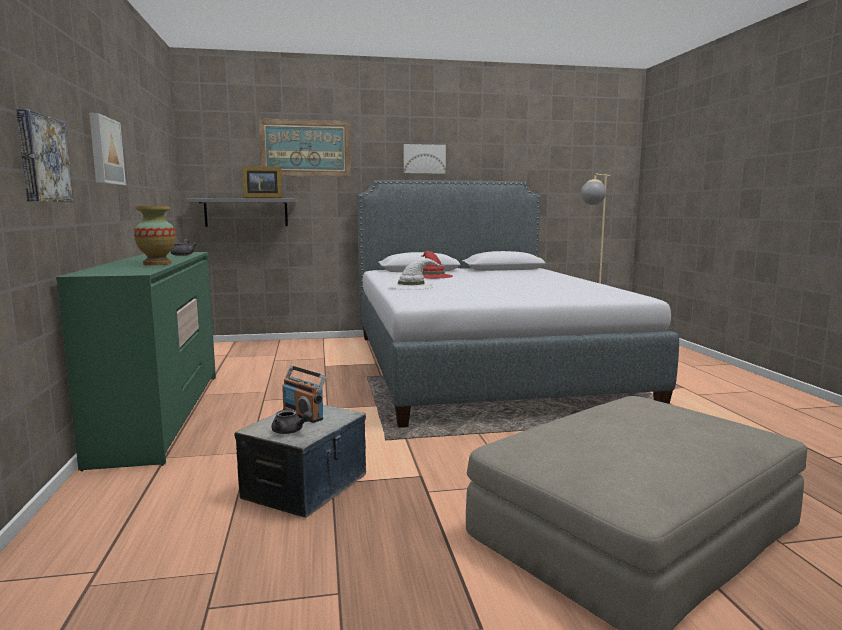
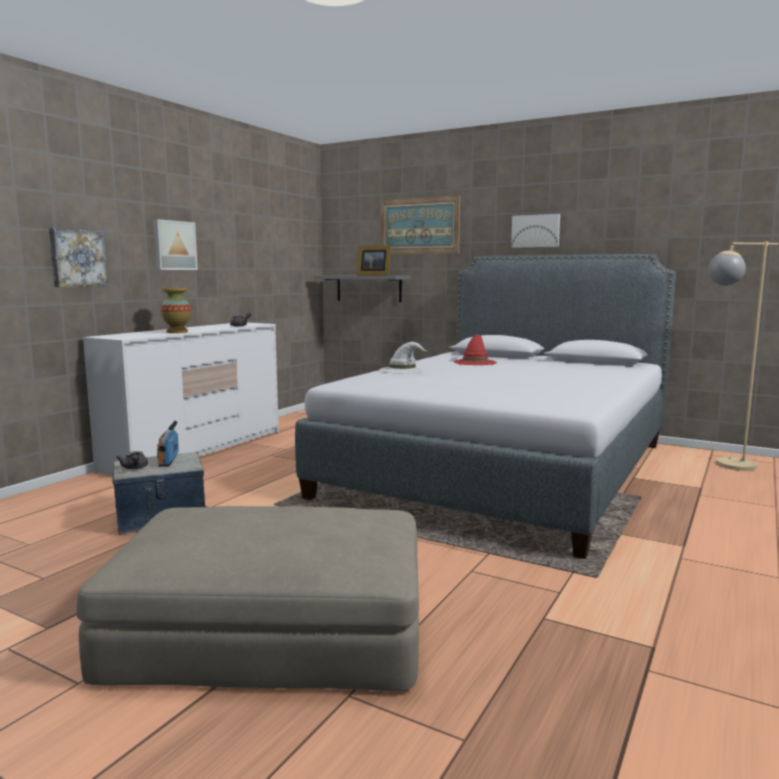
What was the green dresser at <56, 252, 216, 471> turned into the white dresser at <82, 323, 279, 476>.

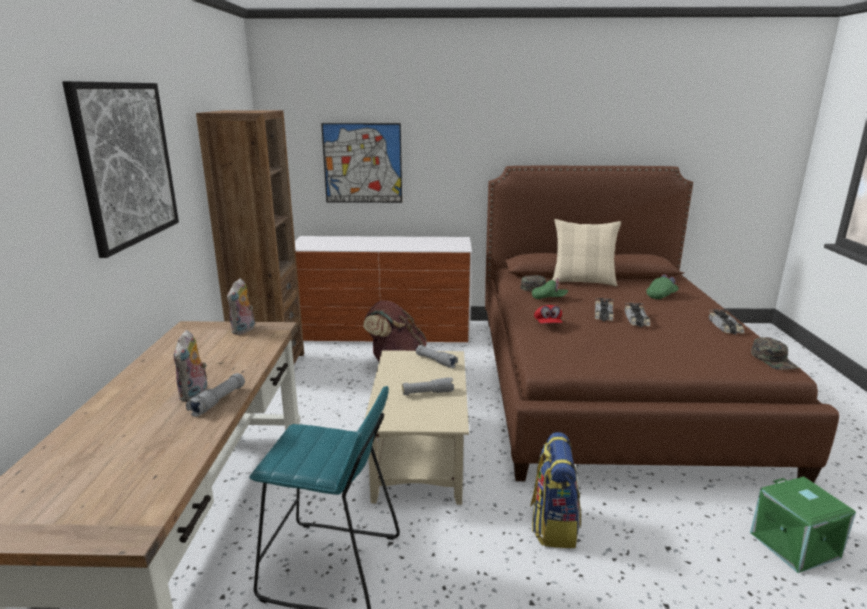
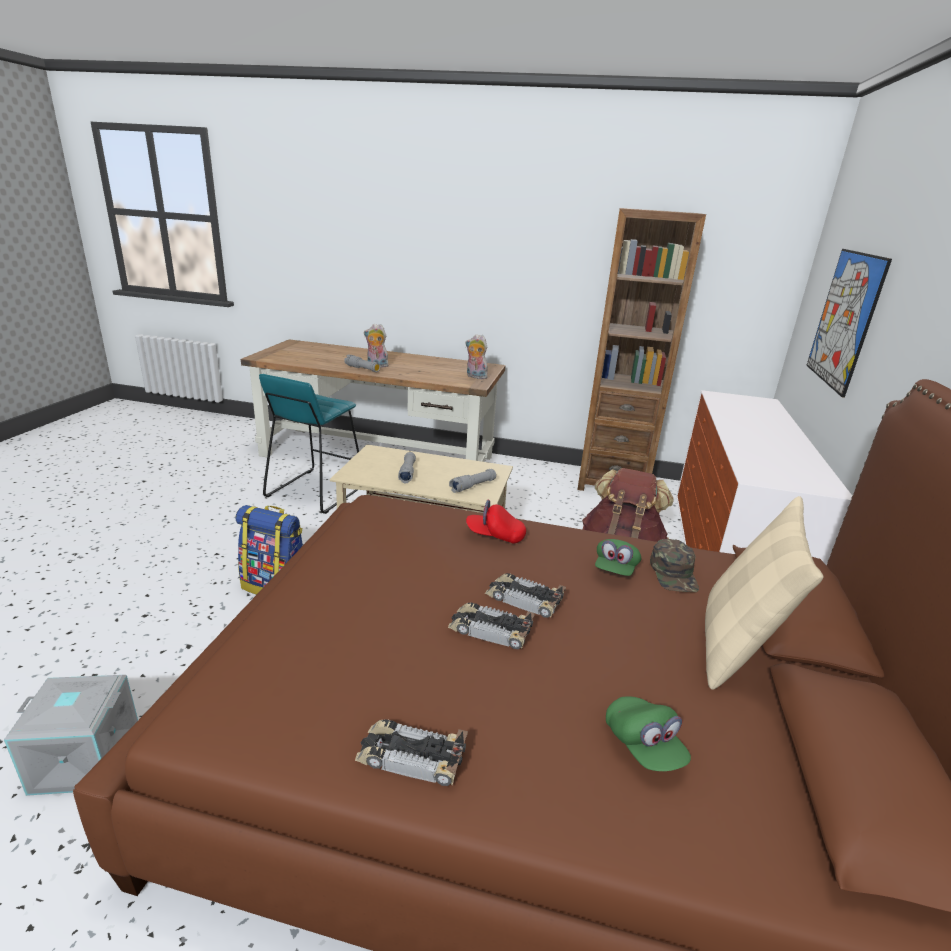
The second view lost the picture at <62, 81, 179, 258>. The second view lost the green cap at <751, 337, 799, 370>. What was the green storage box at <750, 476, 856, 573> turned into the grey storage box at <4, 675, 138, 796>.

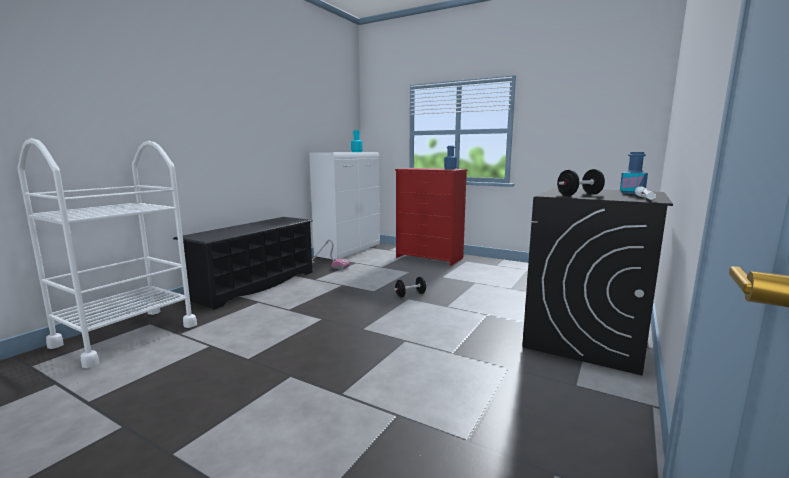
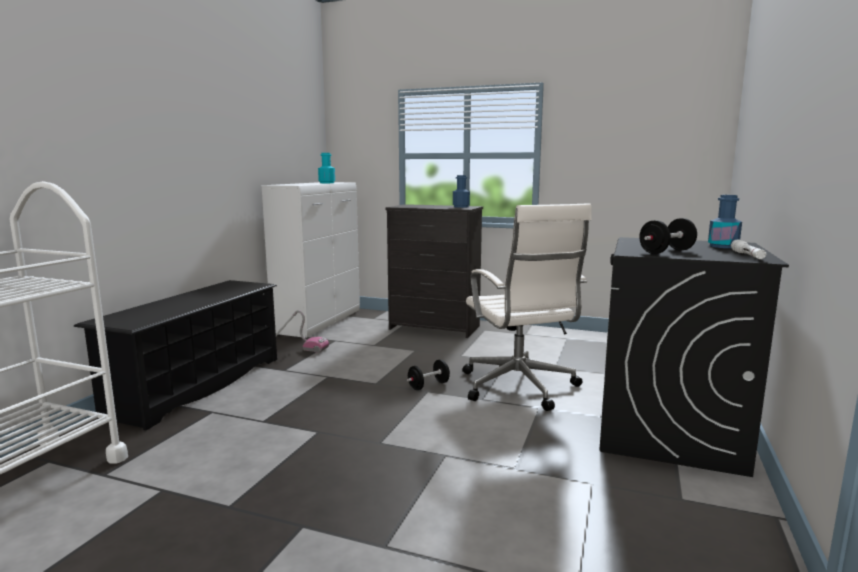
The second view gained the white office chair at <462, 204, 592, 411>. What was the red dresser at <395, 168, 468, 266> turned into the black dresser at <386, 204, 483, 338>.

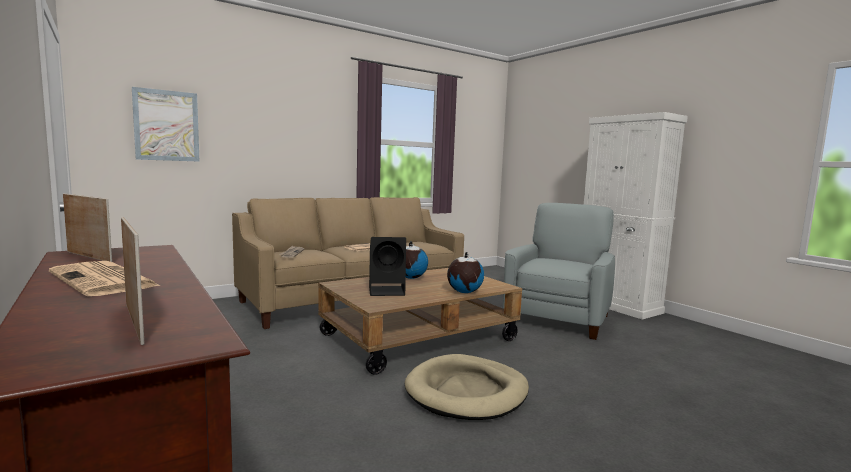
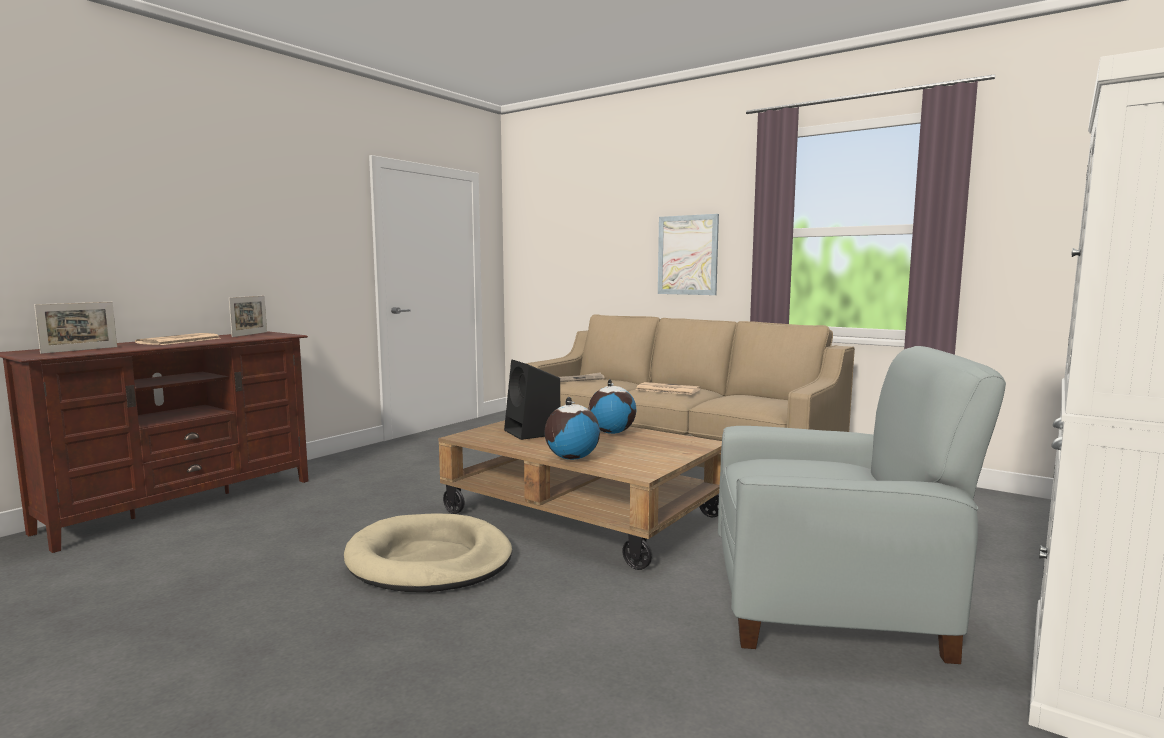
The picture ended up elsewhere, having gone from <132, 87, 200, 162> to <658, 214, 719, 295>.

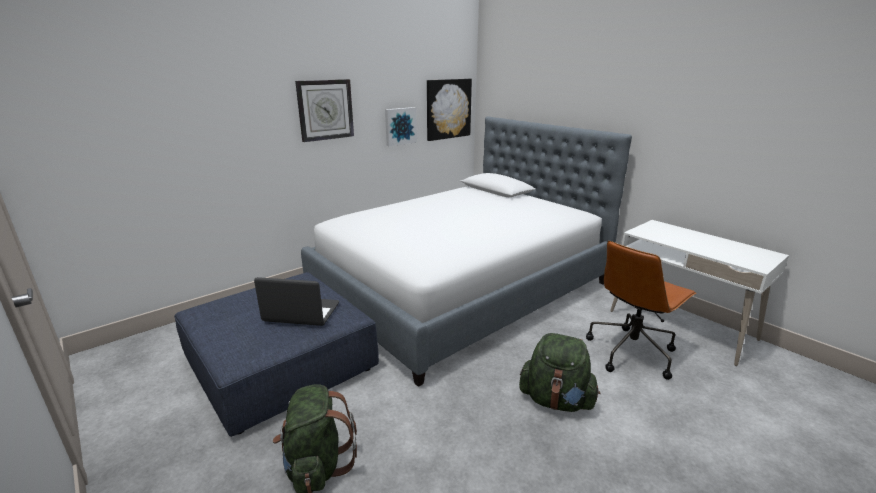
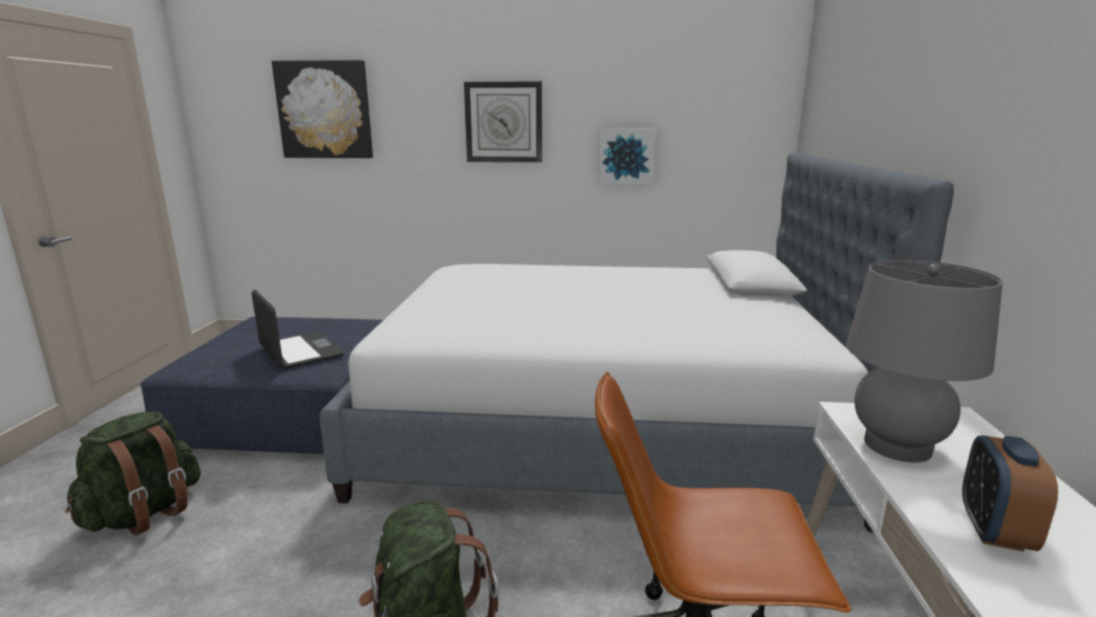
The second view gained the grey table lamp at <846, 260, 1003, 463>. The second view gained the alarm clock at <962, 435, 1058, 551>. The picture ended up elsewhere, having gone from <427, 79, 472, 141> to <272, 60, 373, 158>.

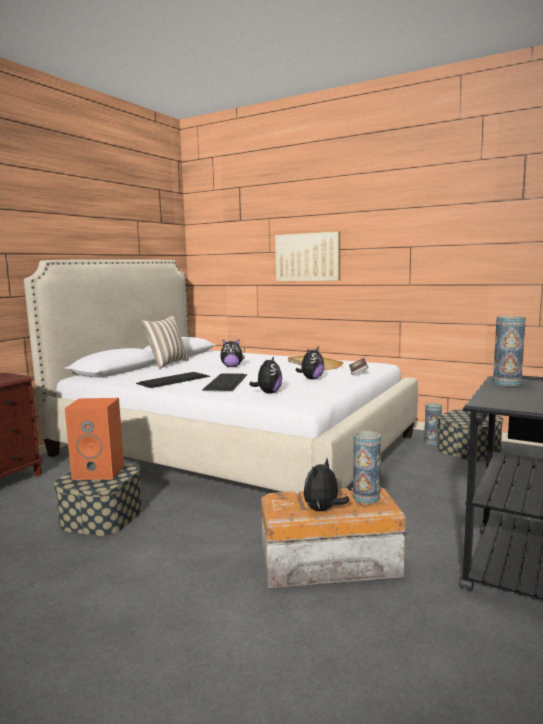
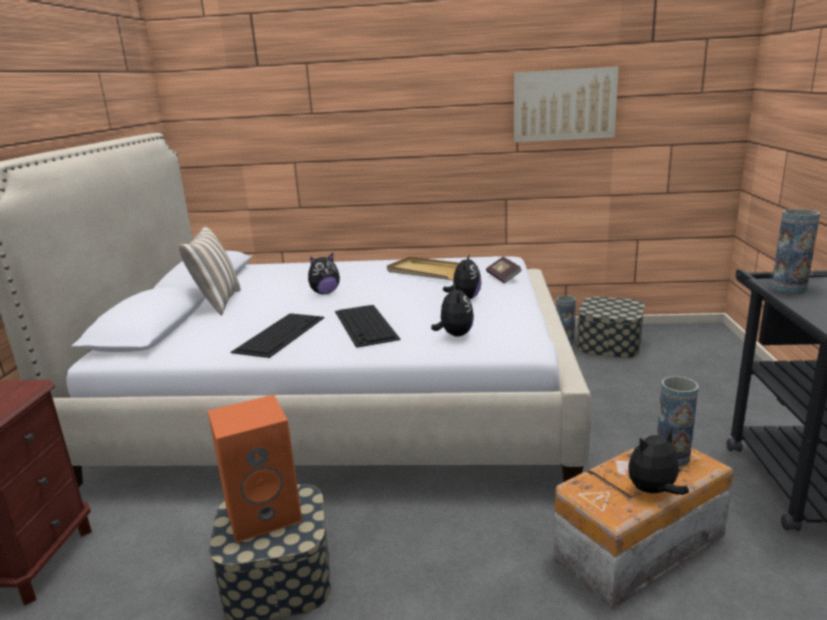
The picture ended up elsewhere, having gone from <275, 231, 340, 281> to <514, 66, 619, 143>. The plush toy at <304, 458, 350, 511> ended up facing another way, 60 degrees clockwise from before.

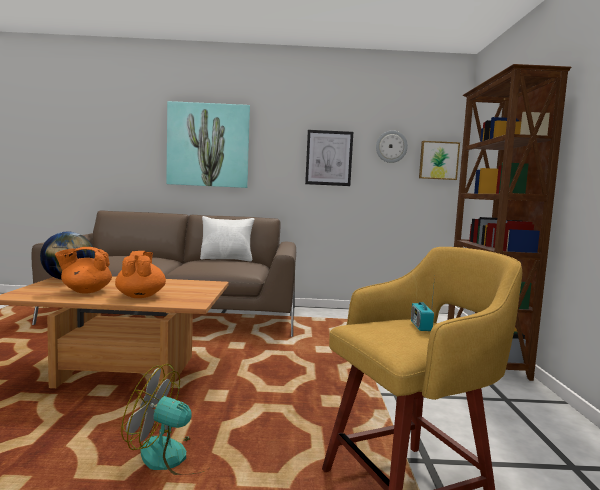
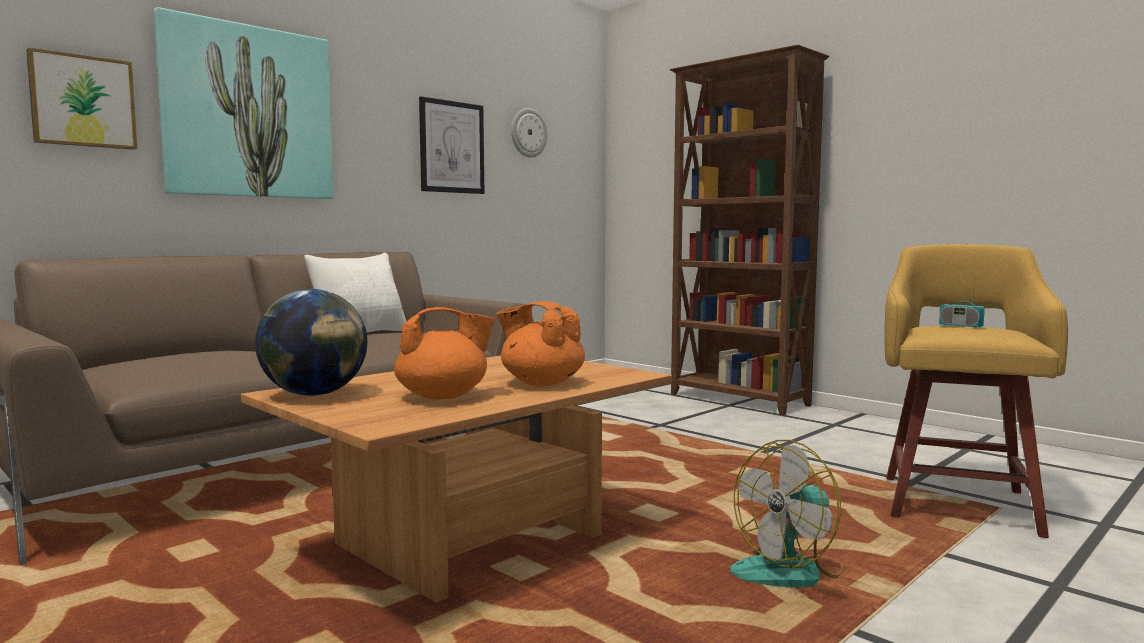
The picture ended up elsewhere, having gone from <419, 141, 460, 180> to <26, 47, 137, 150>. The orange teapot at <55, 247, 112, 294> ended up facing another way, 135 degrees counterclockwise from before.

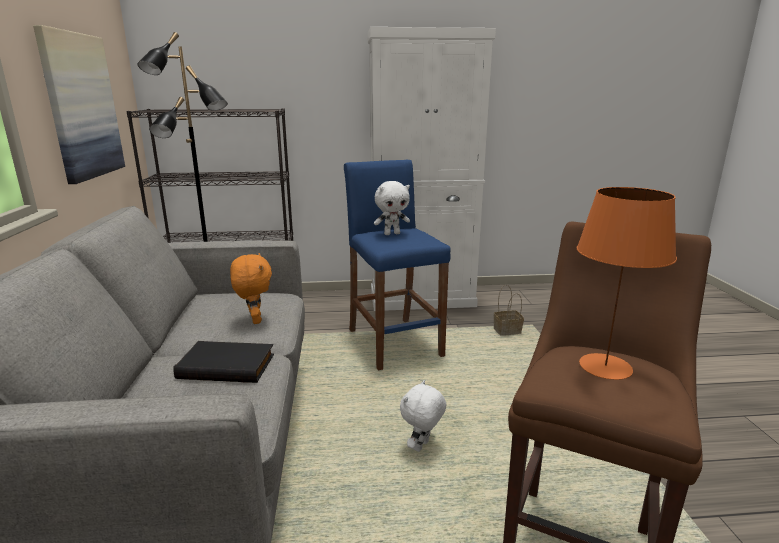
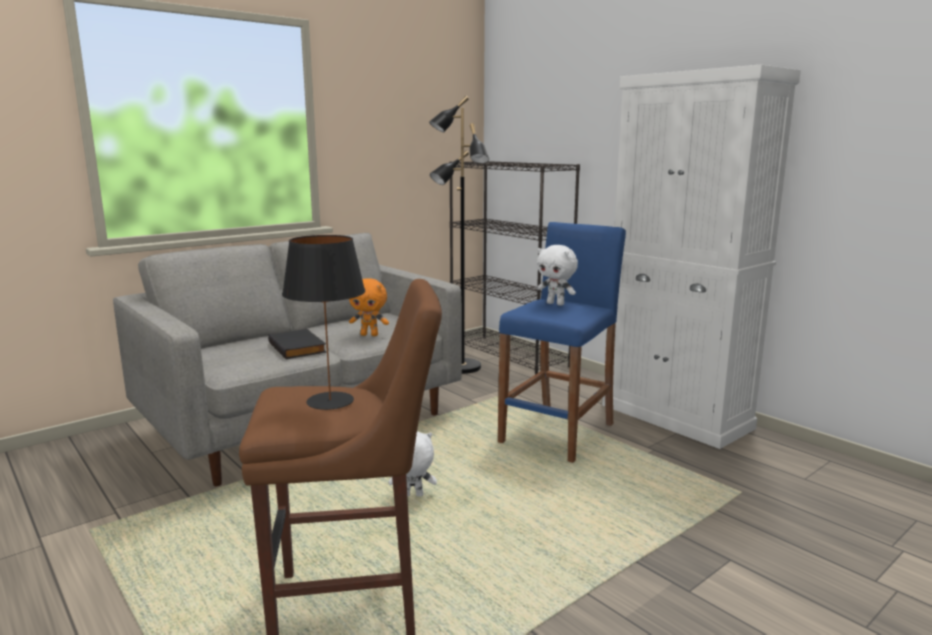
The second view lost the picture at <33, 25, 125, 184>. The second view lost the basket at <494, 284, 524, 336>. What was the orange table lamp at <577, 187, 677, 380> turned into the black table lamp at <282, 235, 365, 410>. The orange plush toy at <230, 253, 272, 324> ended up facing another way, 60 degrees clockwise from before.

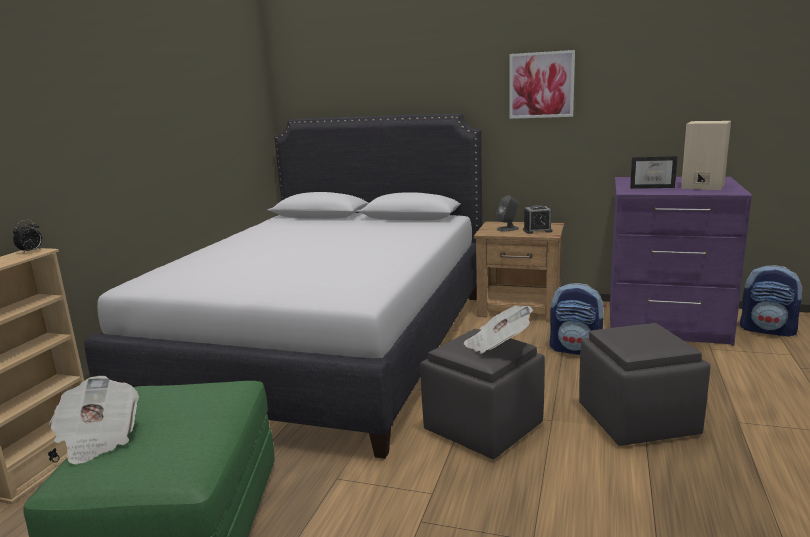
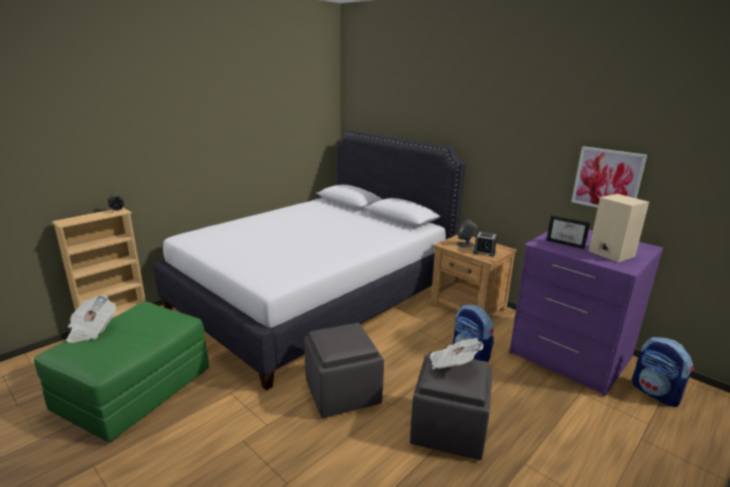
The newspaper ended up elsewhere, having gone from <464, 306, 533, 354> to <430, 338, 483, 369>. The picture ended up elsewhere, having gone from <509, 50, 575, 119> to <571, 146, 647, 208>.

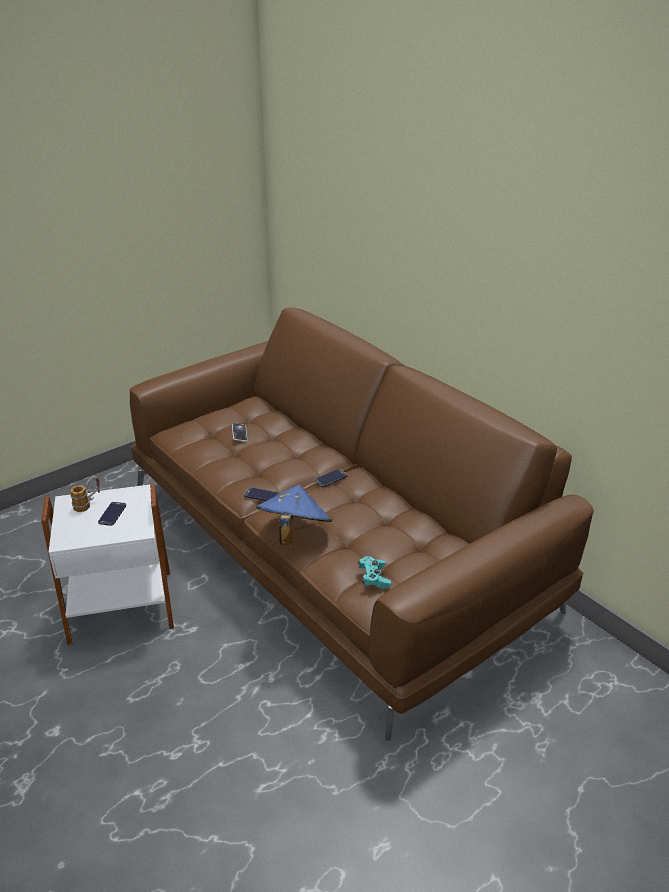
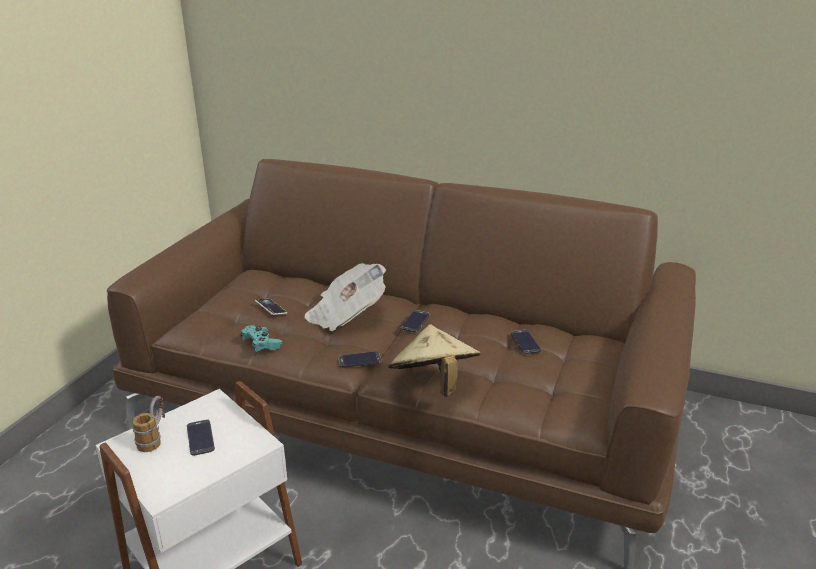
The second view gained the newspaper at <305, 263, 386, 331>. The second view gained the phone at <511, 330, 541, 354>. The turquoise game controller ended up elsewhere, having gone from <358, 556, 391, 589> to <240, 325, 282, 352>. What was the blue hat at <256, 485, 332, 545> turned into the beige hat at <388, 324, 481, 397>.

